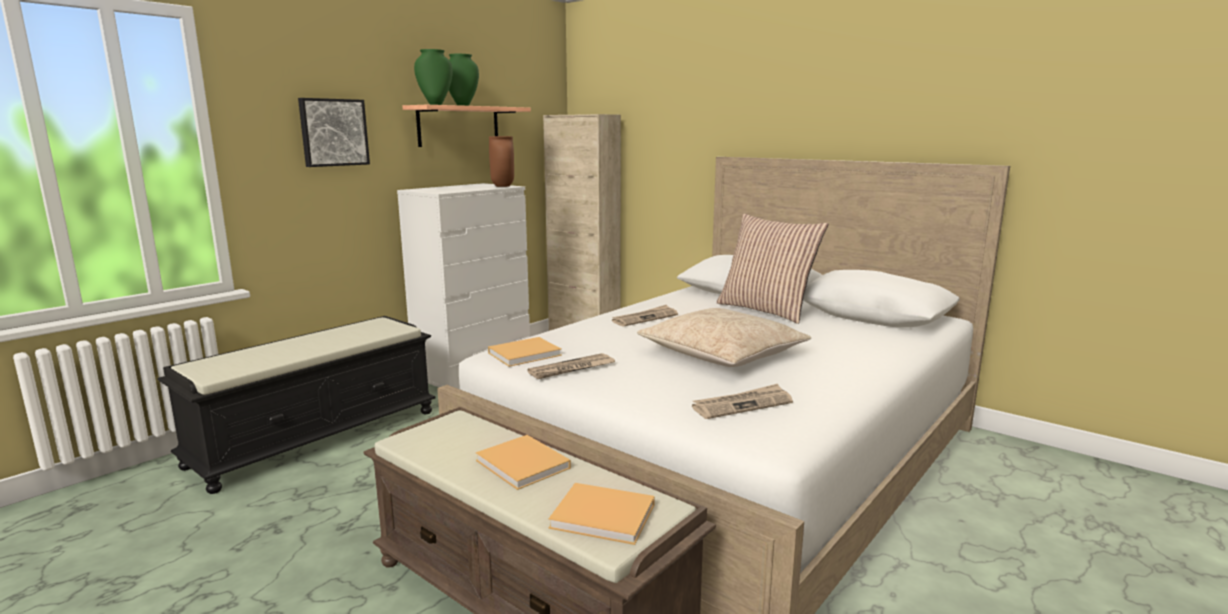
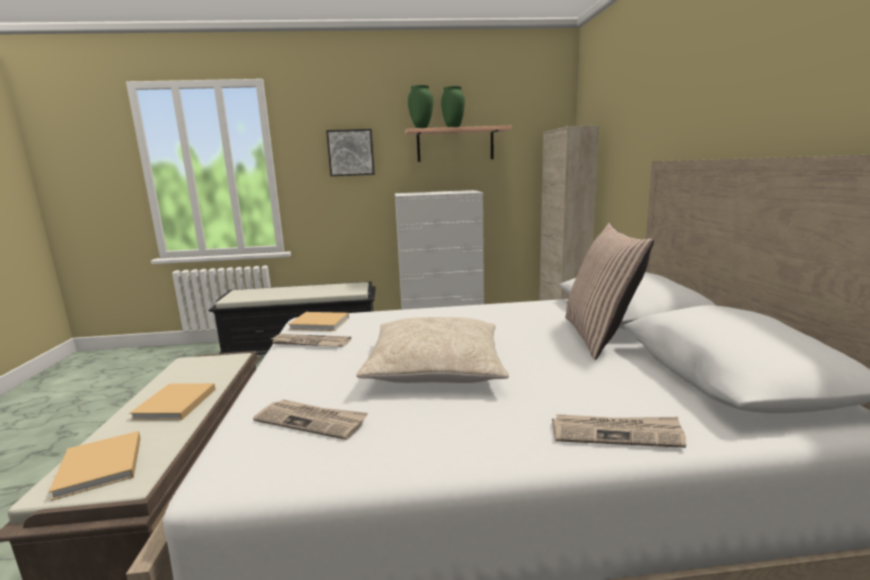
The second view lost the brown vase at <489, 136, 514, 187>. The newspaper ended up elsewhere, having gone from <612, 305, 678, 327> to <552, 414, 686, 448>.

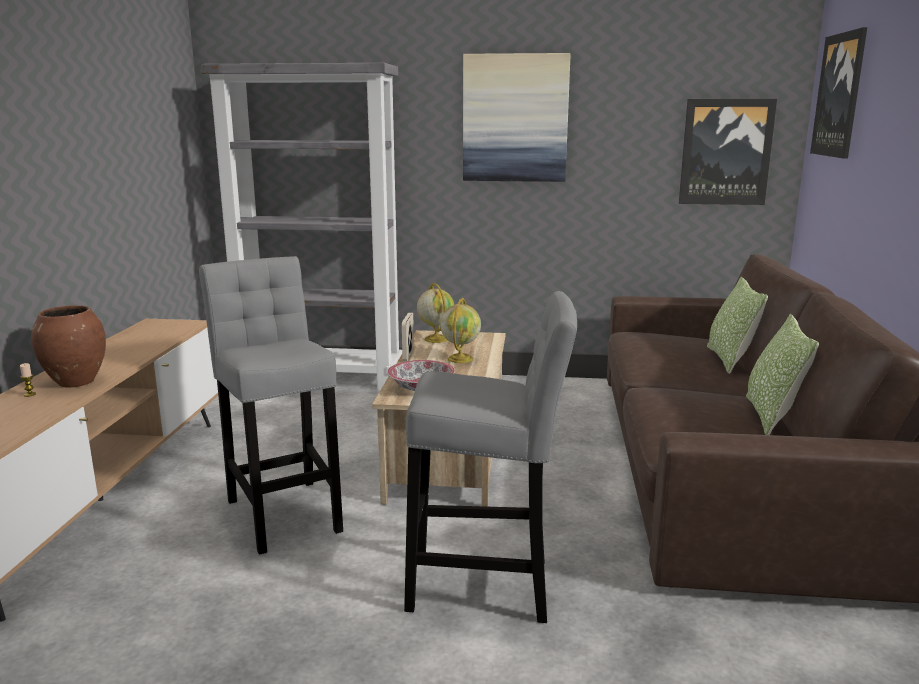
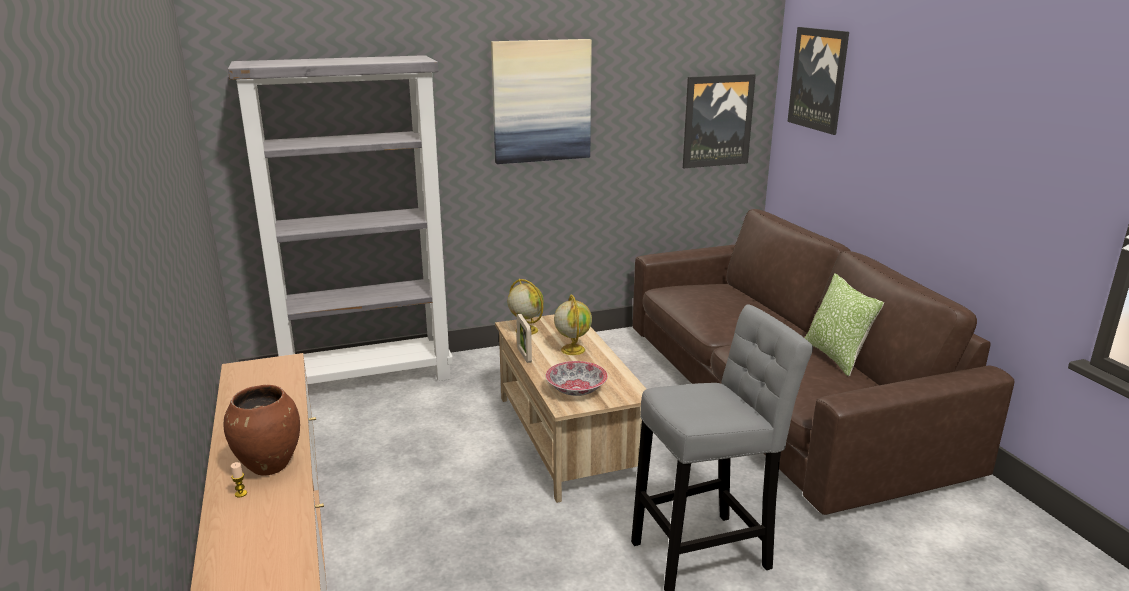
The second view lost the grey stool at <199, 256, 343, 555>. The second view lost the pillow at <707, 277, 768, 374>.

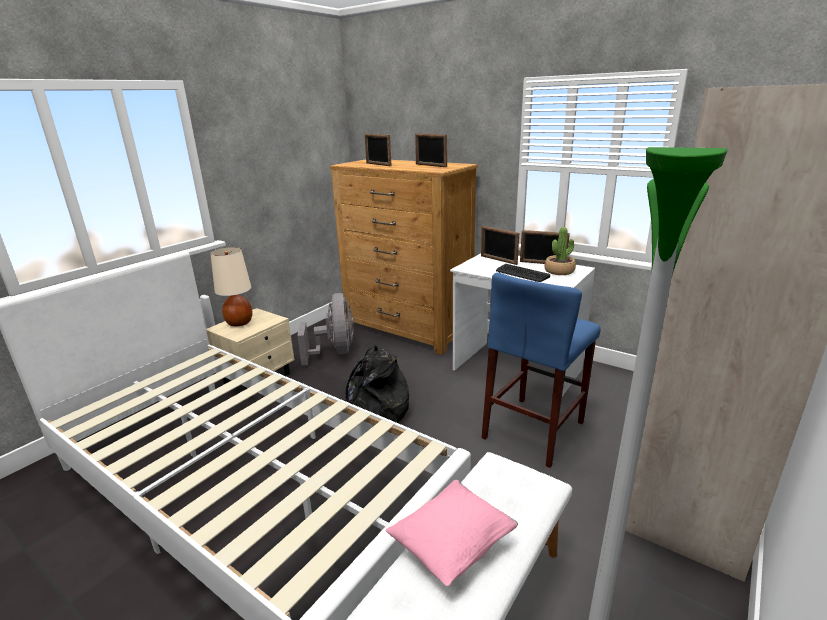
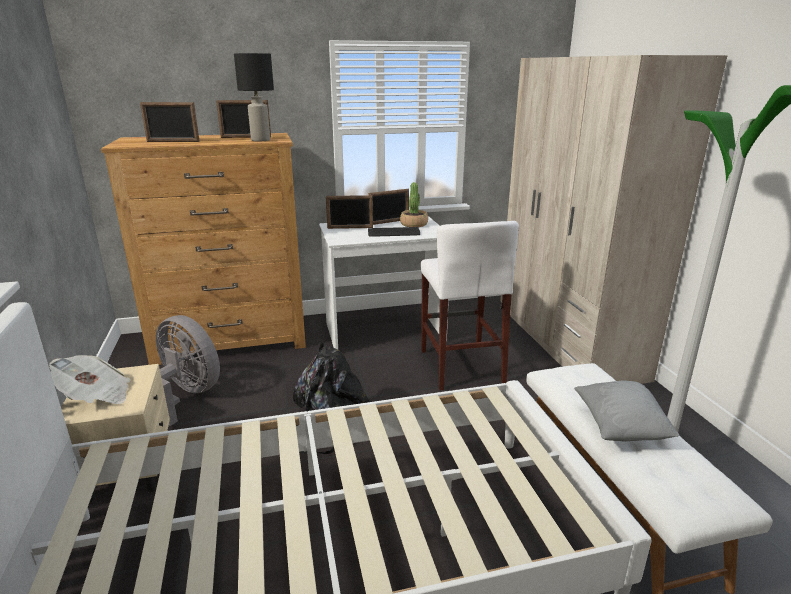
The second view gained the black table lamp at <234, 53, 274, 141>. Where the beige table lamp stood at <210, 247, 252, 327>, the newspaper came to stand at <49, 355, 130, 404>. What was the pink pillow at <386, 480, 518, 586> turned into the grey pillow at <574, 380, 679, 441>. What was the blue stool at <482, 272, 601, 468> turned into the white stool at <421, 221, 519, 390>.

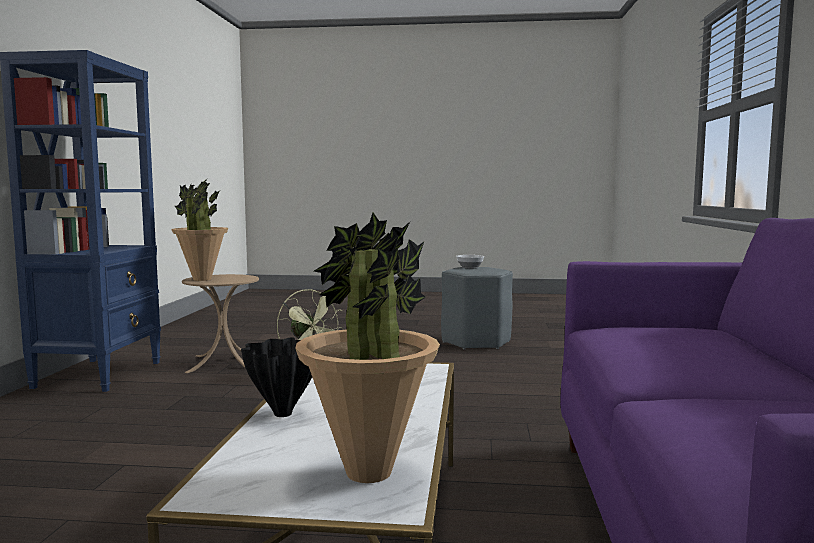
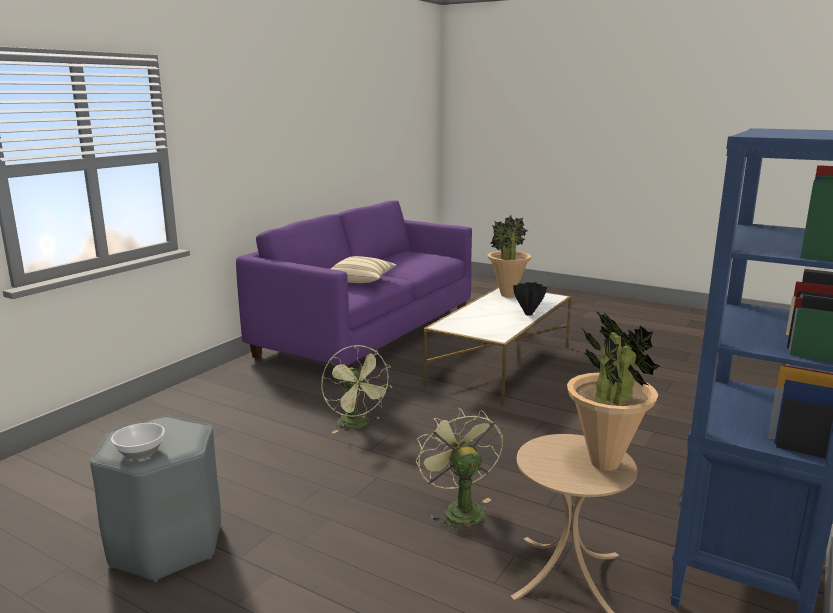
The second view gained the green fan at <321, 345, 392, 433>. The second view gained the beige pillow at <331, 256, 396, 283>.

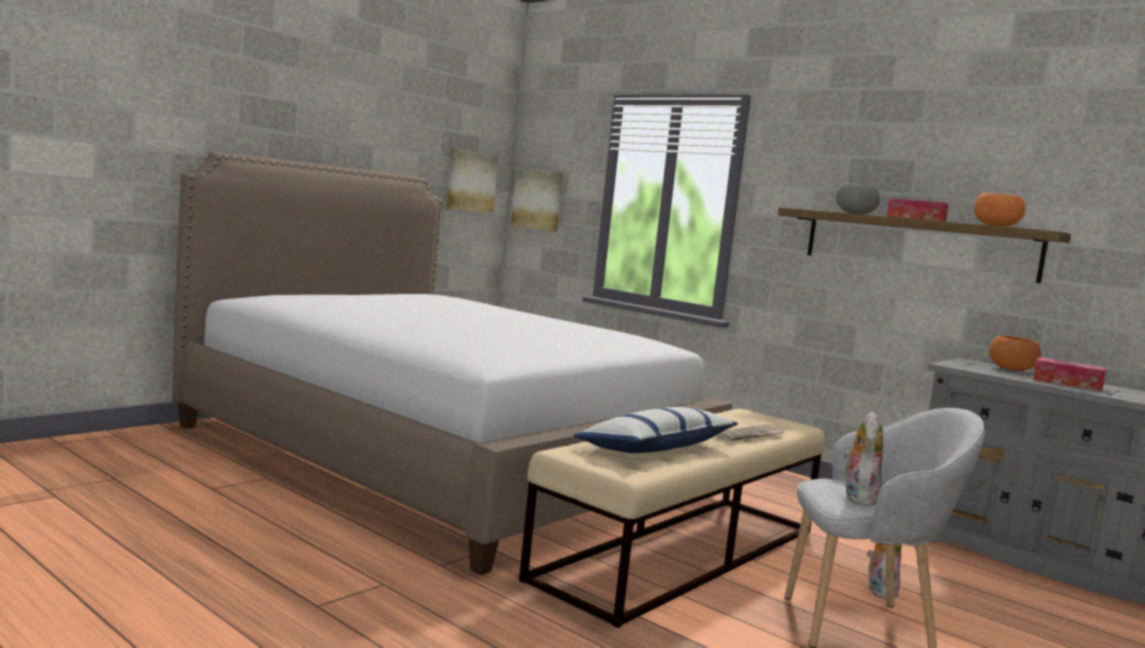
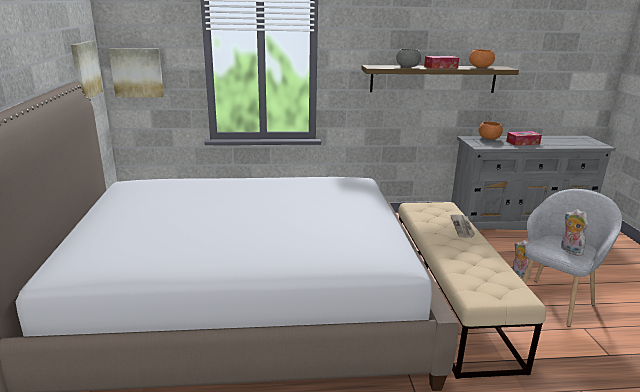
The second view lost the pillow at <574, 407, 738, 453>.

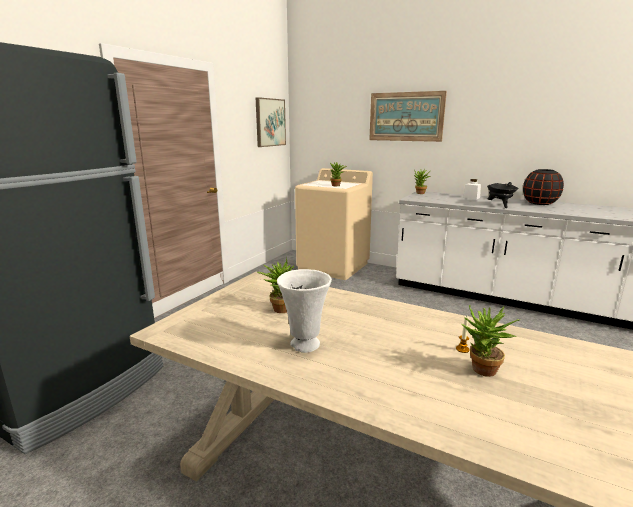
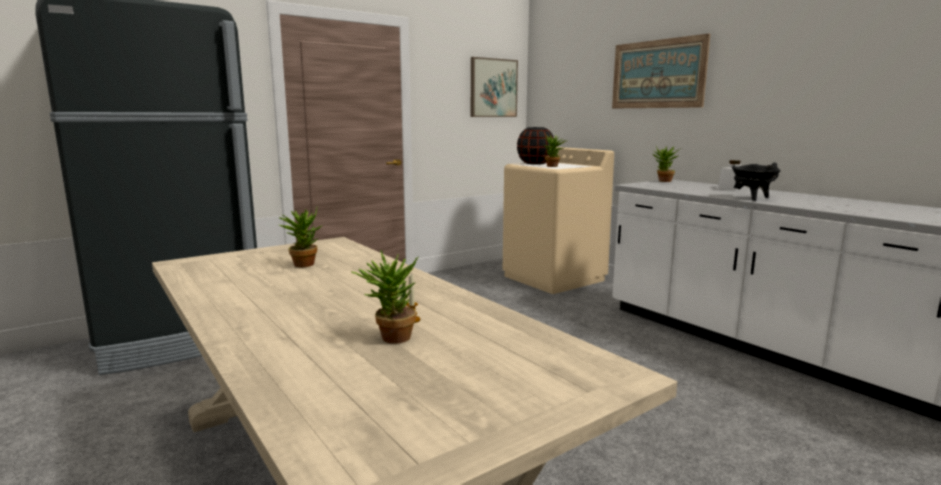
The second view lost the white vase at <277, 269, 332, 353>. The black vase ended up elsewhere, having gone from <523, 169, 564, 205> to <517, 127, 554, 165>.

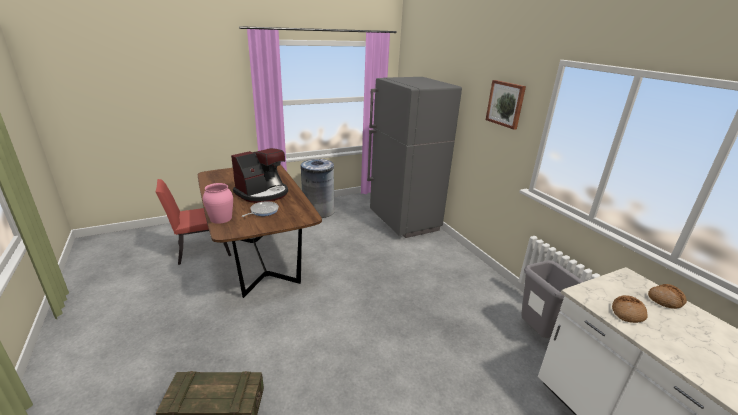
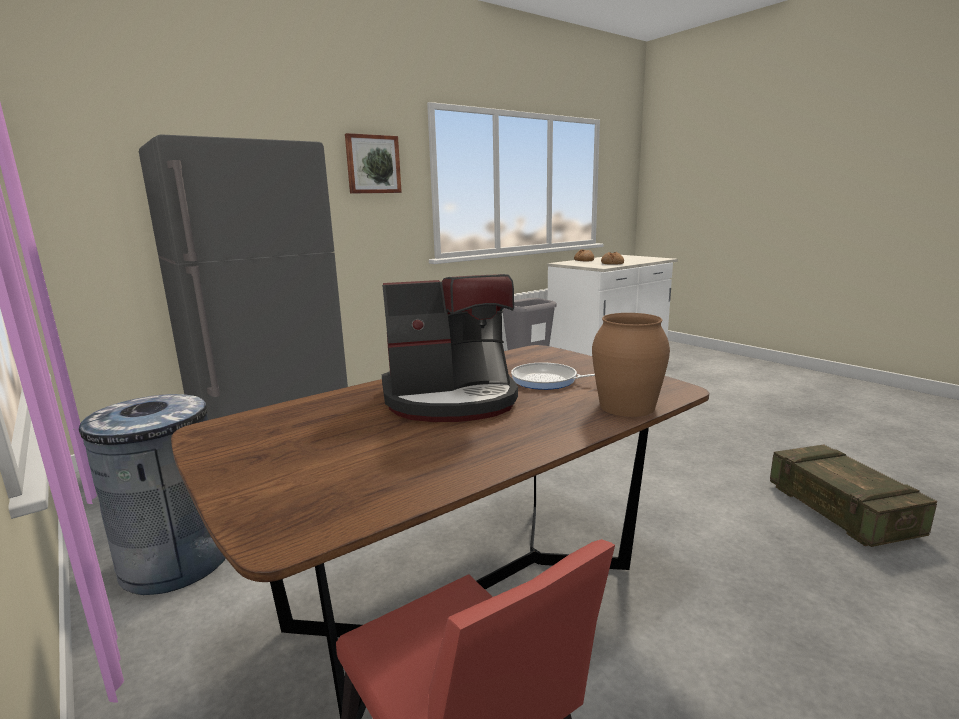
What was the pink vase at <203, 183, 233, 224> turned into the brown vase at <592, 313, 670, 417>. The coffee machine at <231, 148, 288, 203> ended up facing another way, 135 degrees clockwise from before.

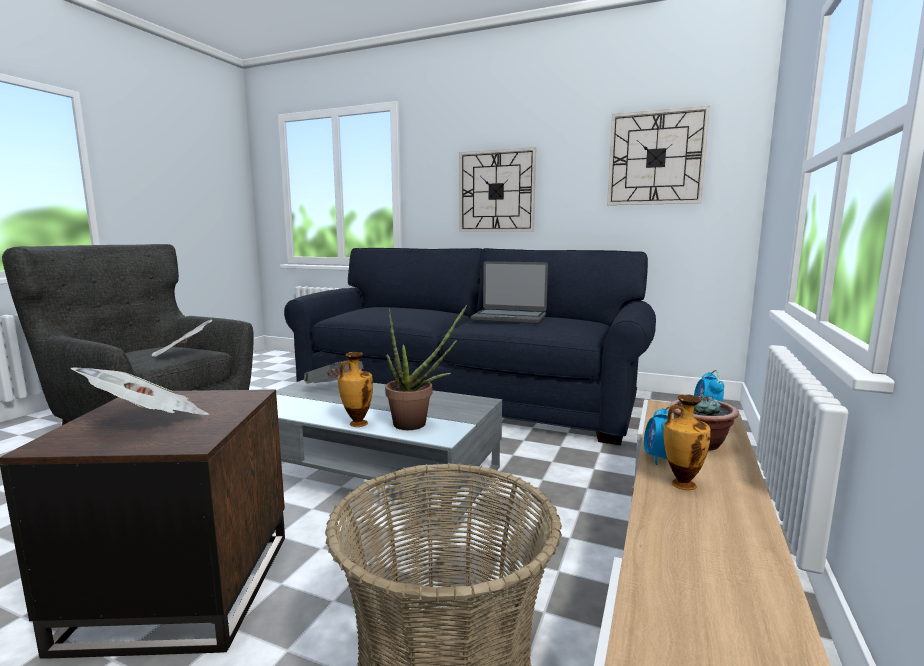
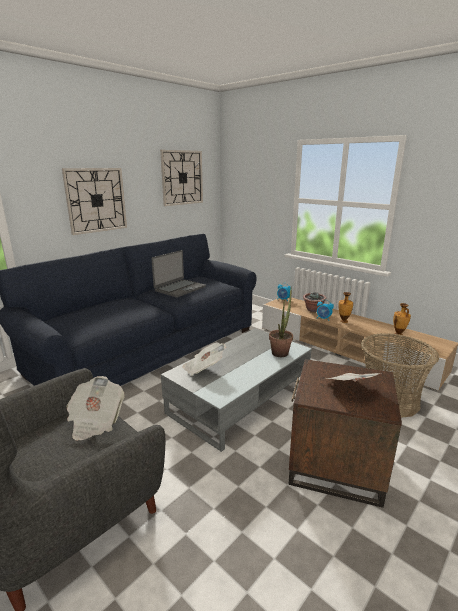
The vase ended up elsewhere, having gone from <338, 352, 373, 427> to <393, 303, 411, 335>.

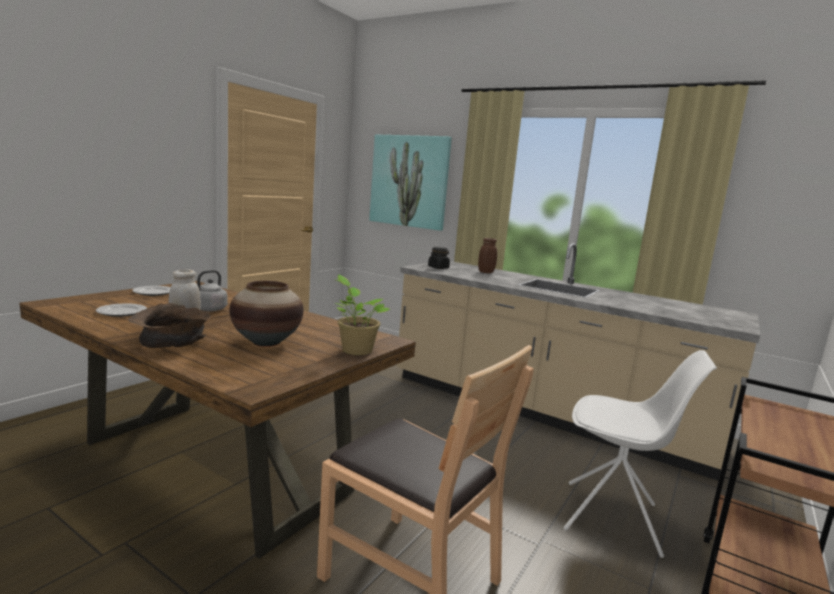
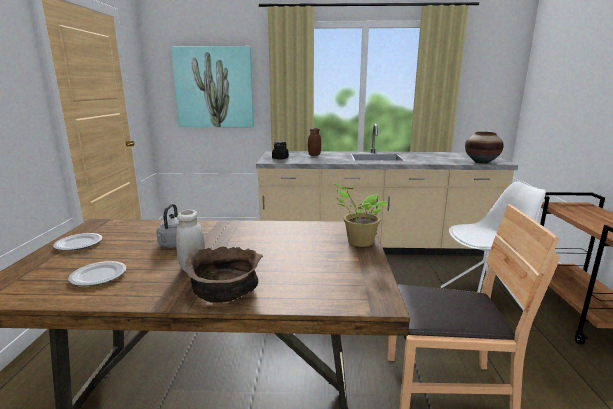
The vase ended up elsewhere, having gone from <230, 281, 304, 347> to <465, 132, 504, 164>.

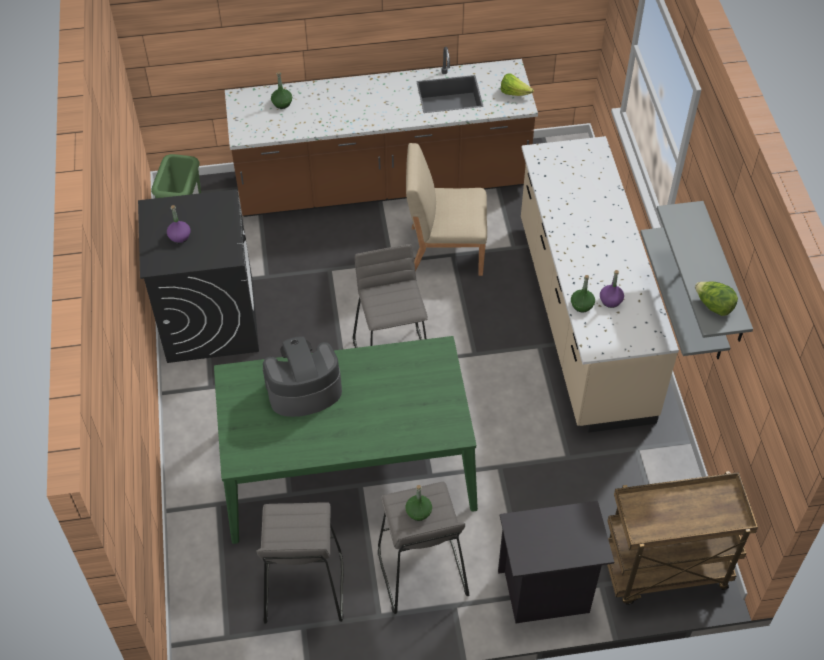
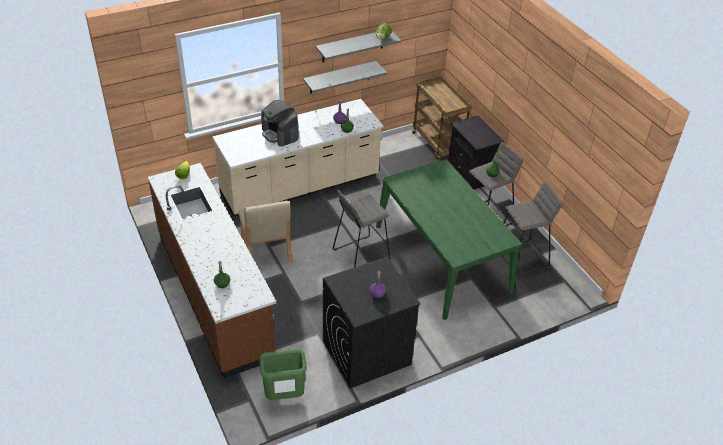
The coffee machine ended up elsewhere, having gone from <263, 336, 342, 417> to <261, 100, 299, 147>.

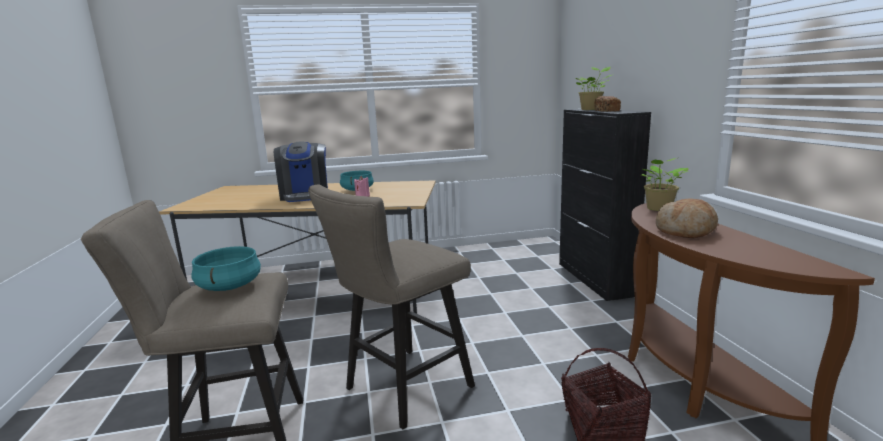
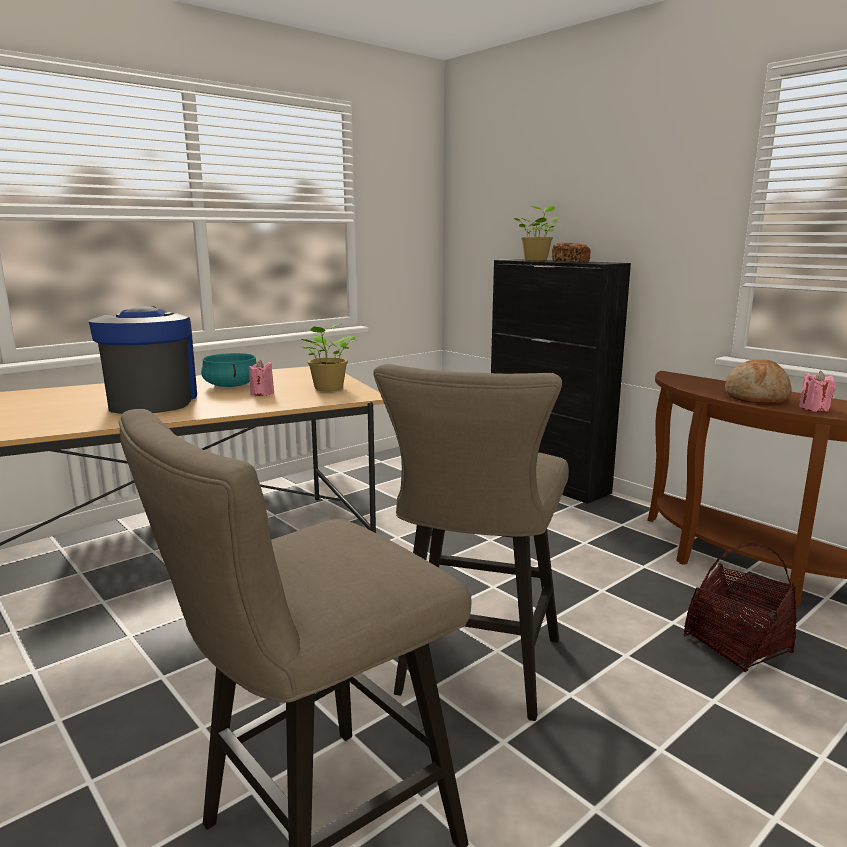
The second view lost the turquoise cooking pot at <191, 246, 261, 291>. The second view gained the pink candle at <799, 371, 835, 412>. The potted plant ended up elsewhere, having gone from <641, 158, 689, 211> to <301, 324, 356, 391>. The coffee machine at <274, 141, 328, 202> ended up facing another way, 150 degrees counterclockwise from before.

